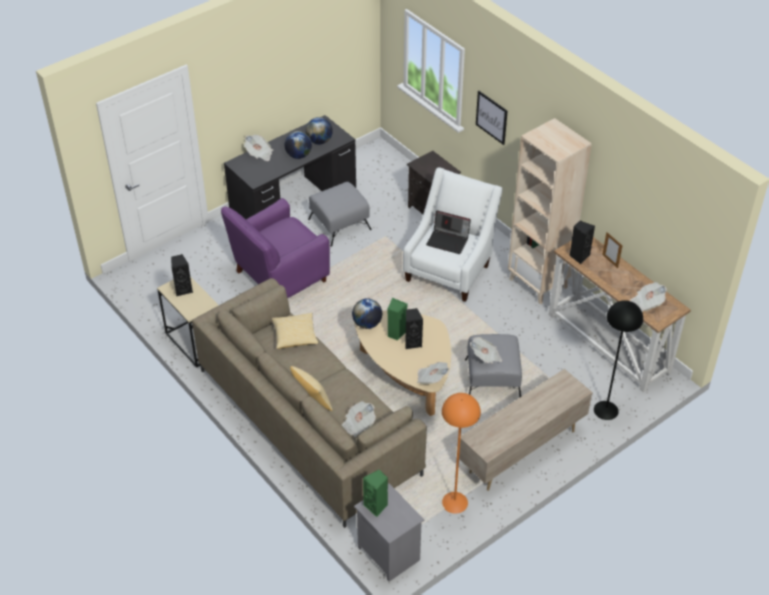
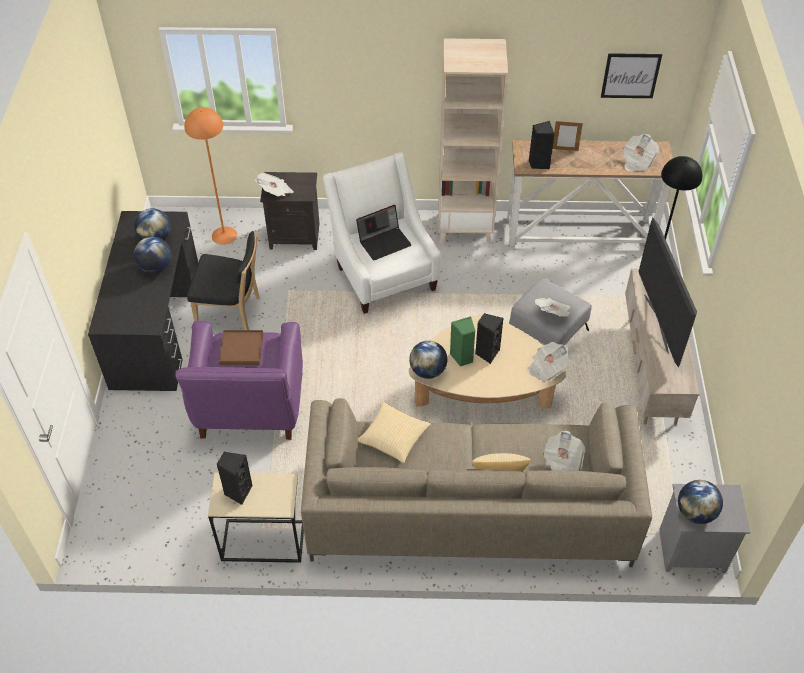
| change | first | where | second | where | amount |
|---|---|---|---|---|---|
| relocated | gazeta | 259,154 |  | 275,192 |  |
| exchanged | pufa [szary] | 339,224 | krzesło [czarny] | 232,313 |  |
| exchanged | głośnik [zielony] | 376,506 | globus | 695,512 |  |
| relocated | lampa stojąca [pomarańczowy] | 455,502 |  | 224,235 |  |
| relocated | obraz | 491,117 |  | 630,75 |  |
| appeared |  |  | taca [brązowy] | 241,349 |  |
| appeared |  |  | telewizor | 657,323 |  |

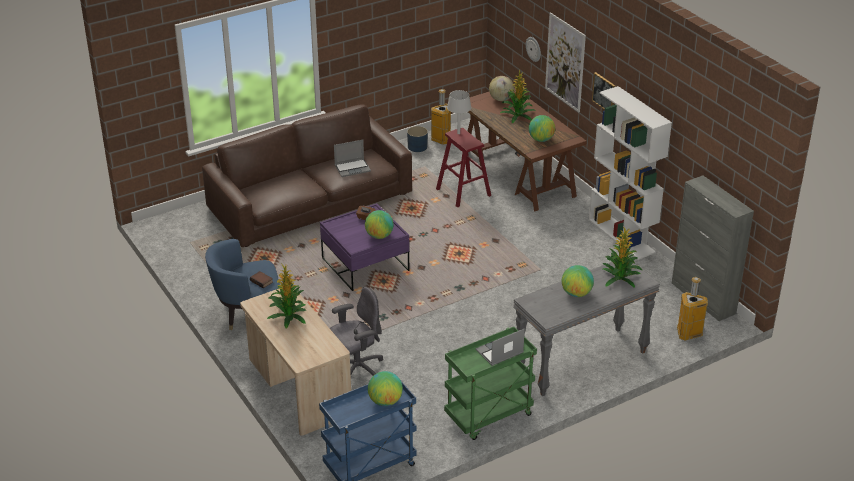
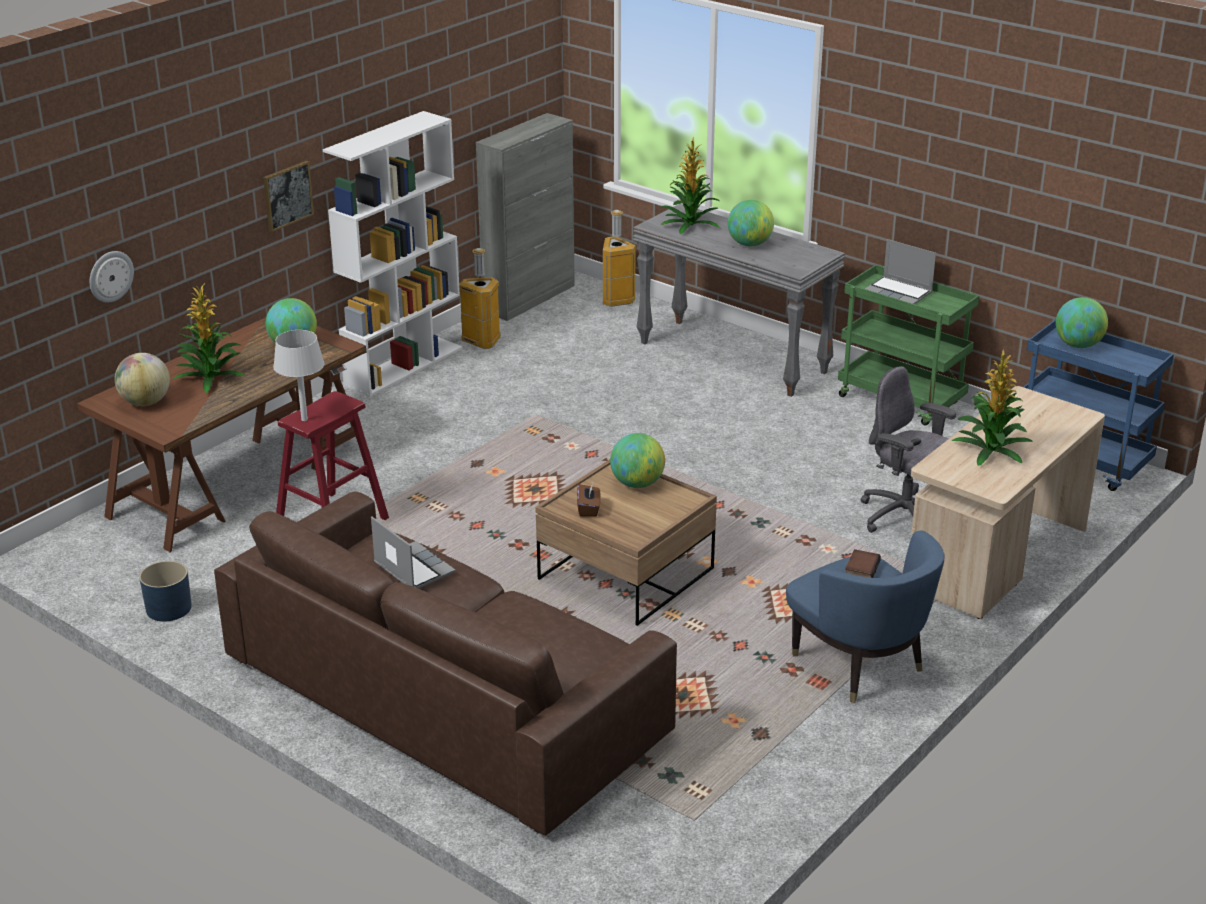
| change | first | where | second | where | amount |
|---|---|---|---|---|---|
| colour | ława [fioletowy] | 365,264 | ława [brązowy] | 625,574 |  |
| relocated | kosz na śmieci | 442,139 |  | 481,342 |  |
| missing | obraz | 565,62 |  |  |  |

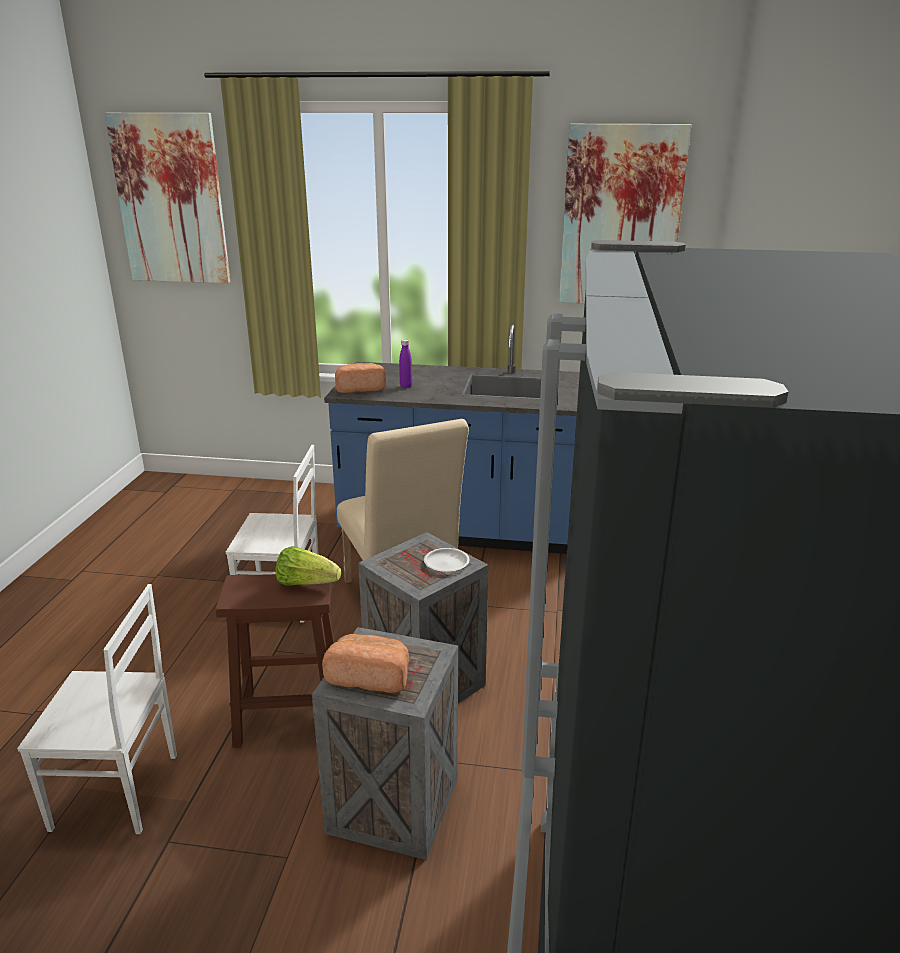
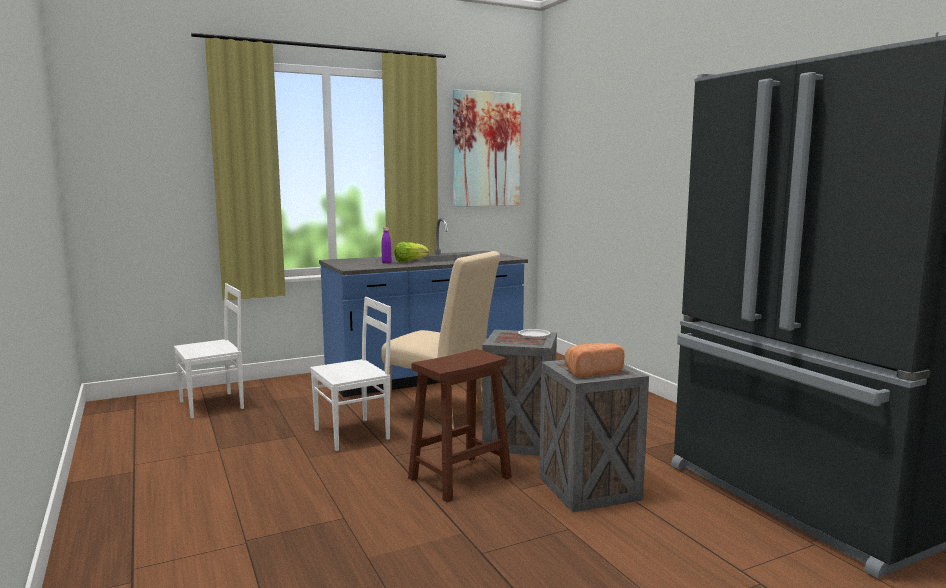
| change | first | where | second | where | amount |
|---|---|---|---|---|---|
| relocated | krzesło [biały] | 117,793 |  | 213,405 |  |
| missing | obraz | 171,200 |  |  |  |
| relocated | sałata | 306,583 |  | 409,261 |  |
| missing | chleb | 360,388 |  |  |  |

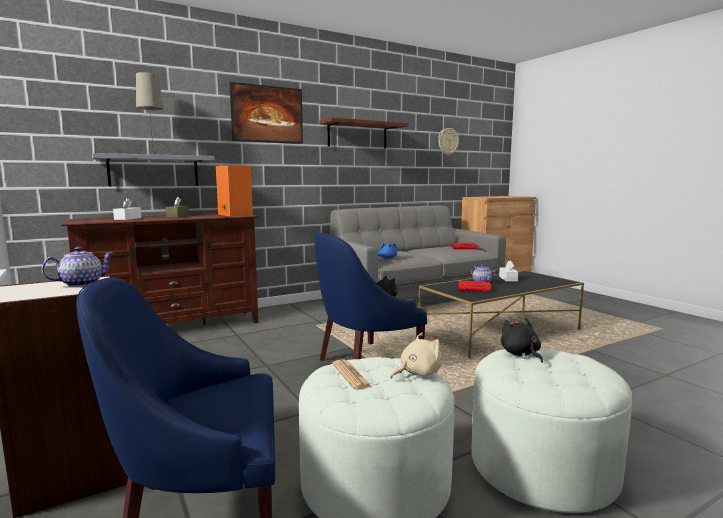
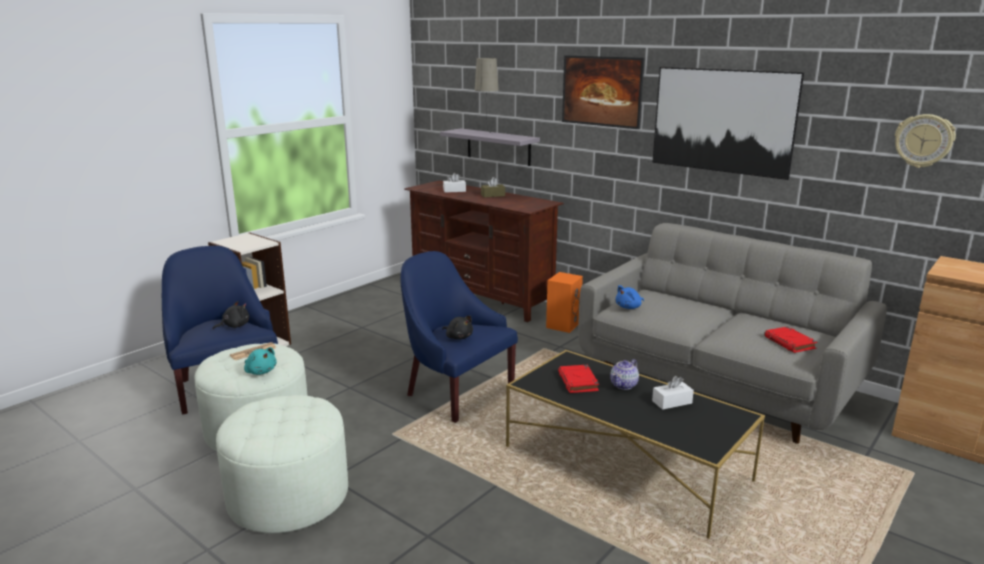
| change | first | where | second | where | amount |
|---|---|---|---|---|---|
| missing | imbryk | 81,283 |  |  |  |
| relocated | głośnik [pomarańczowy] | 234,214 |  | 563,324 |  |
| exchanged | półka [brązowy] | 357,135 | obraz | 722,121 |  |
| colour | pluszak [beżowy] | 417,373 | pluszak [turkusowy] | 260,371 |  |
| relocated | pluszak [czarny] | 521,354 |  | 234,326 |  |

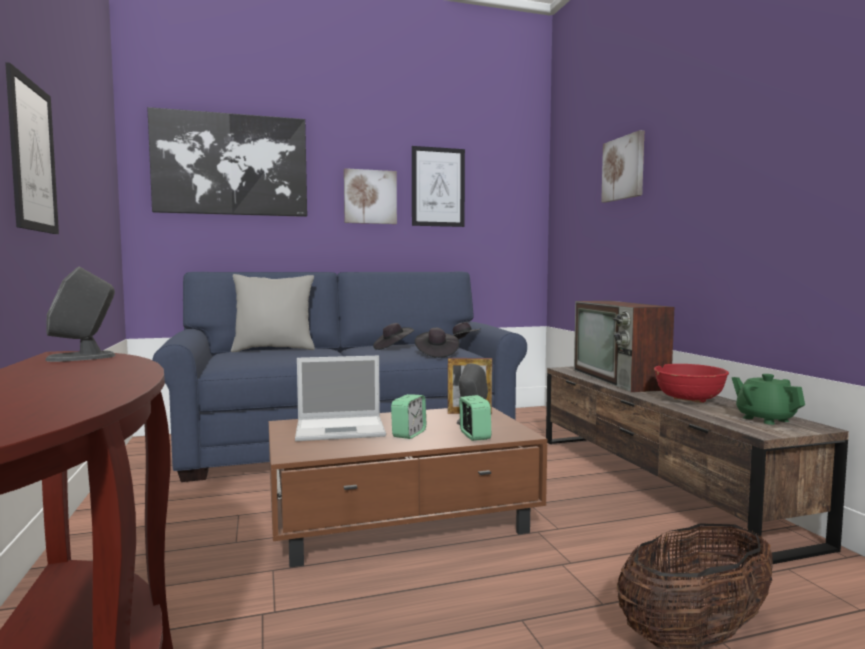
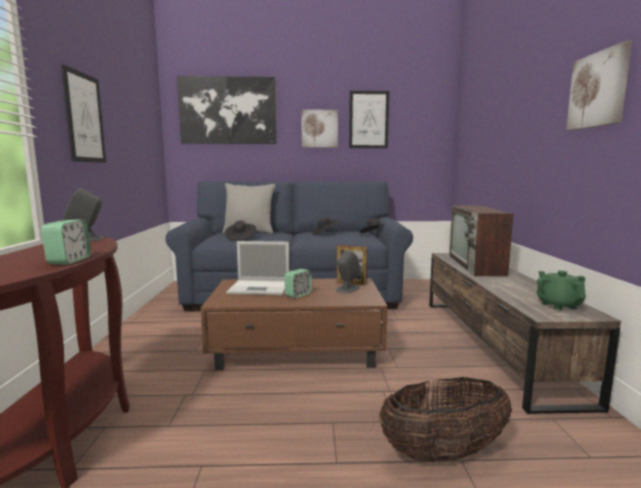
| change | first | where | second | where | amount |
|---|---|---|---|---|---|
| relocated | kapelusz [czarny] | 436,354 |  | 240,238 |  |
| relocated | budzik | 474,436 |  | 69,261 |  |
| relocated | obraz | 624,168 |  | 598,90 |  |
| missing | miska [czerwony] | 689,400 |  |  |  |

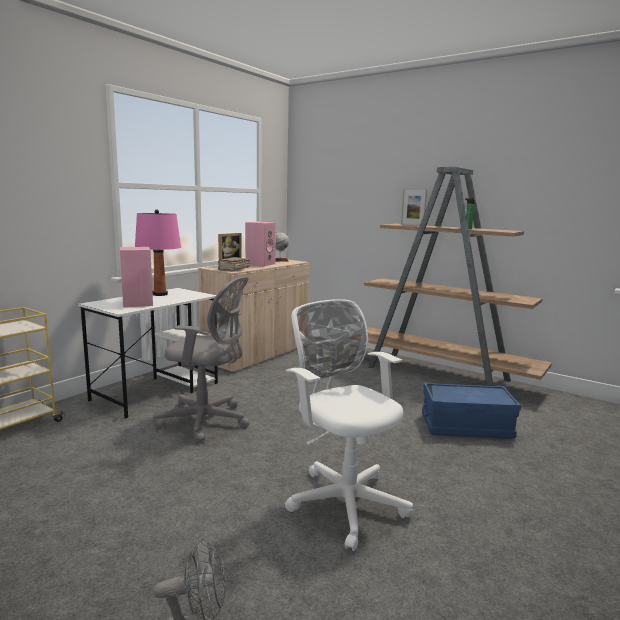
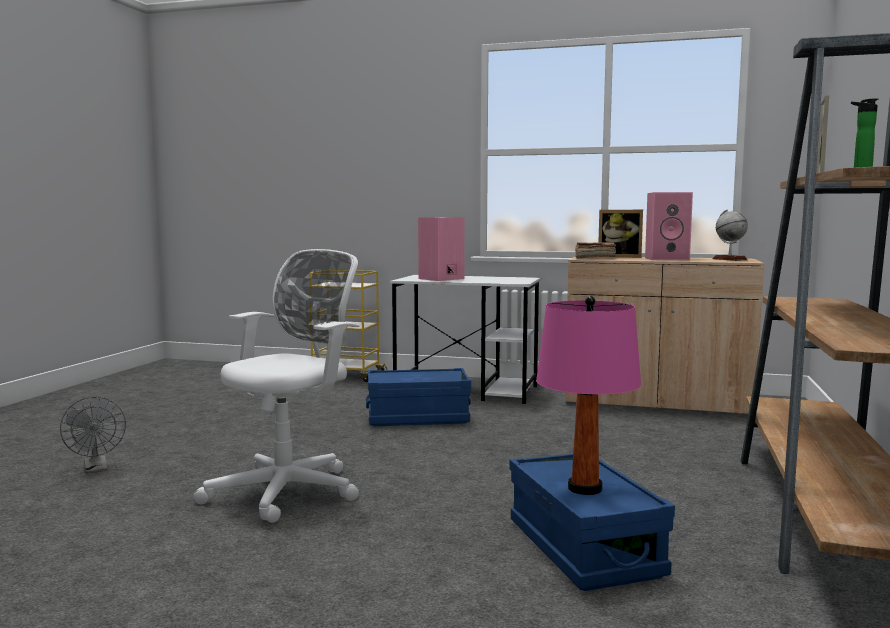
| change | first | where | second | where | amount |
|---|---|---|---|---|---|
| relocated | lampa stołowa [różowy] | 160,294 |  | 584,488 |  |
| exchanged | krzesło biurowe [szary] | 207,421 | pojemnik do przechowywania [niebieski] | 418,417 |  |

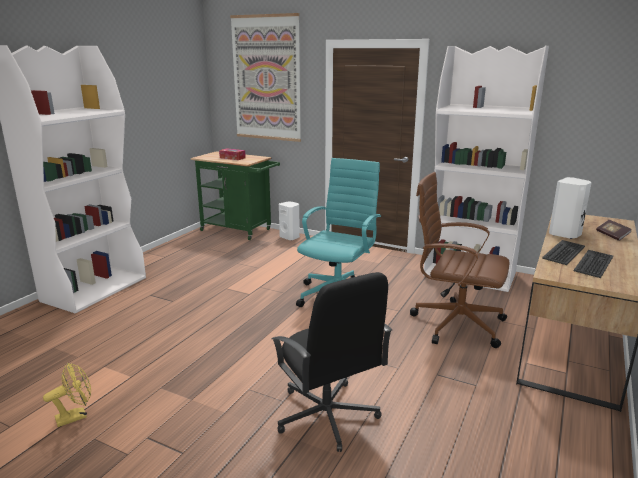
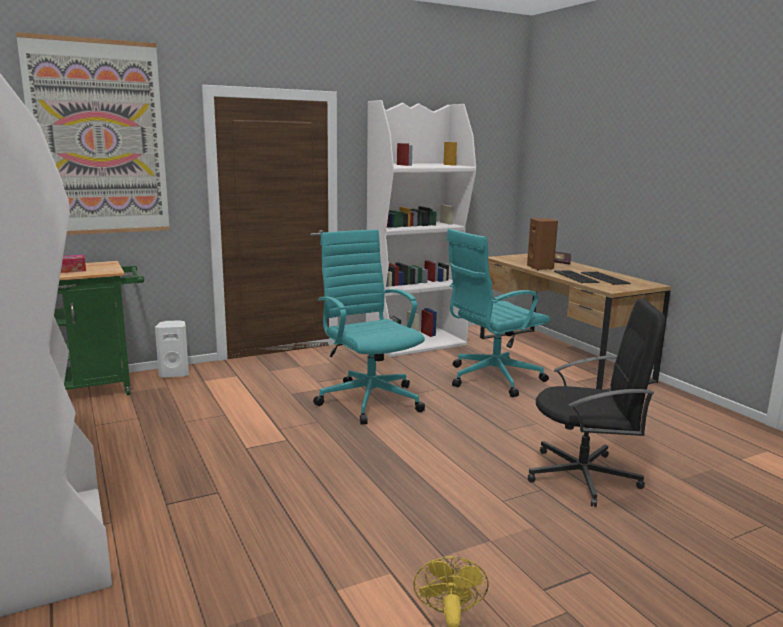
| change | first | where | second | where | amount |
|---|---|---|---|---|---|
| colour | krzesło biurowe [brązowy] | 455,323 | krzesło biurowe [turkusowy] | 491,379 |  |
| colour | głośnik [biały] | 565,234 | głośnik [brązowy] | 541,268 |  |

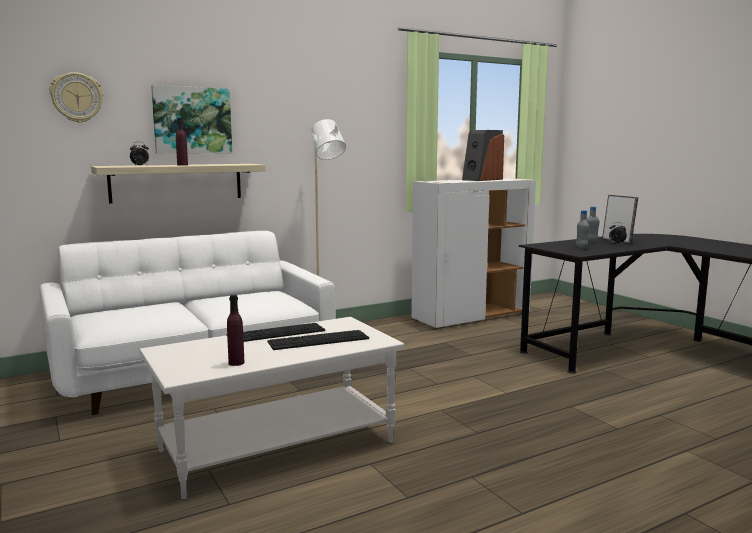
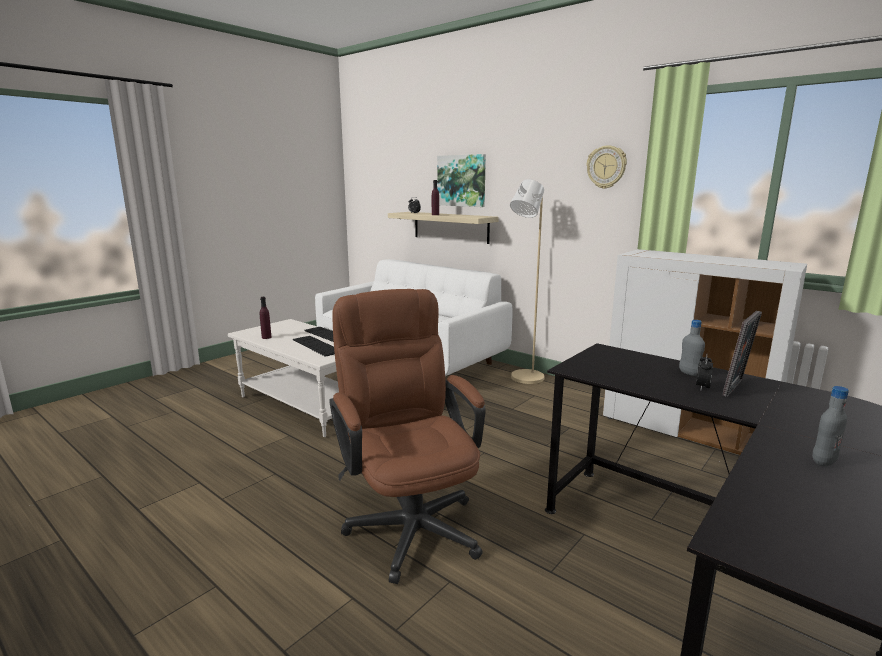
| change | first | where | second | where | amount |
|---|---|---|---|---|---|
| relocated | zegar ścienny | 77,97 |  | 606,167 |  |
| missing | głośnik | 482,179 |  |  |  |
| relocated | butelka [szary] | 581,248 |  | 823,462 |  |
| appeared |  |  | krzesło biurowe [brązowy] | 409,521 |  |

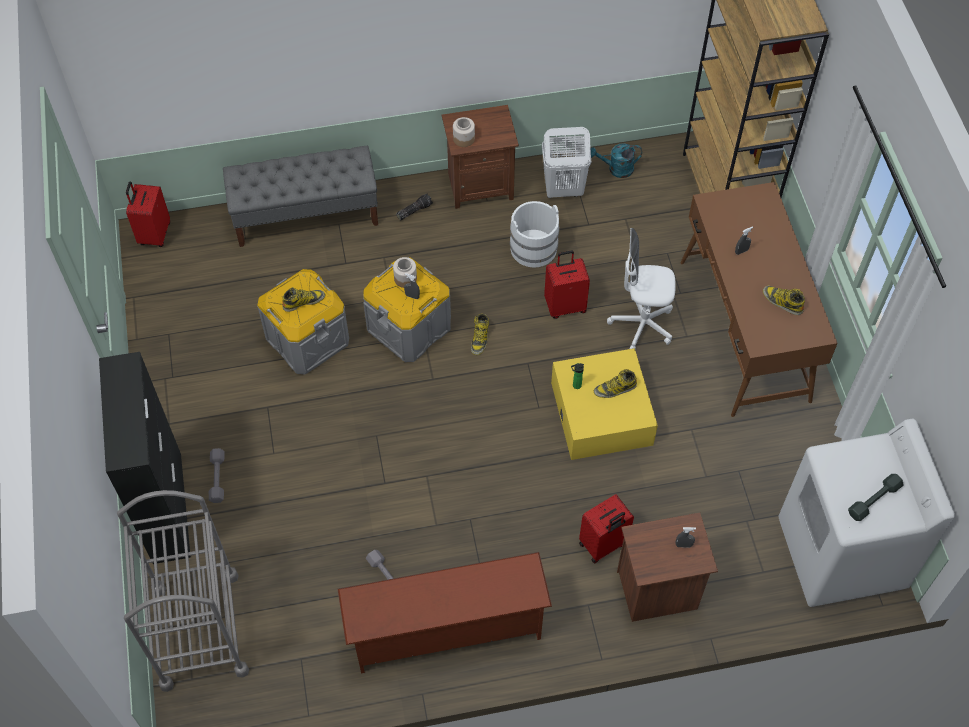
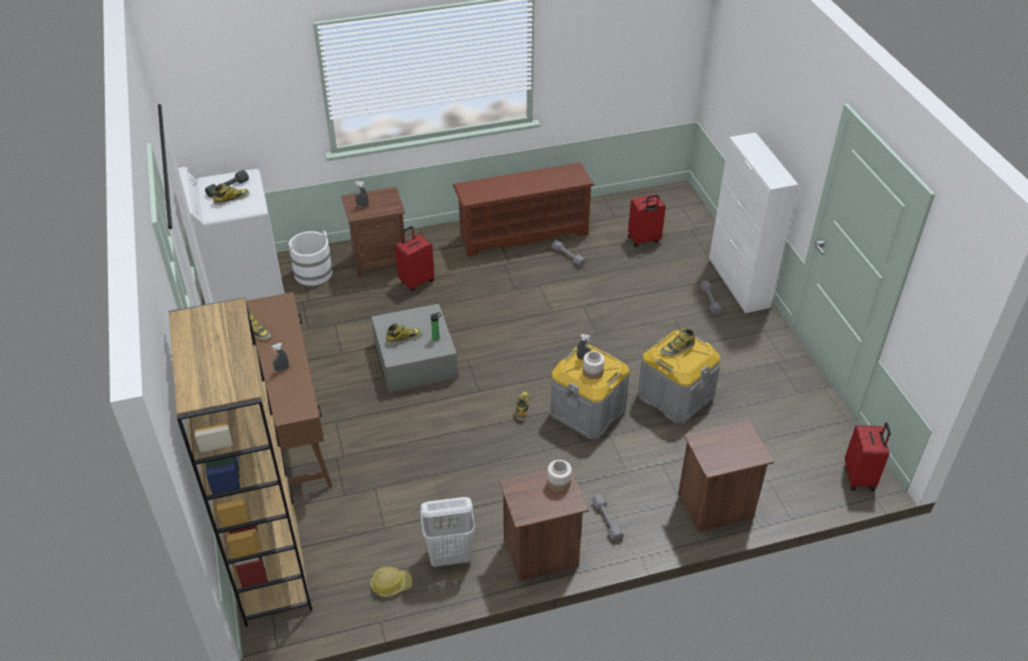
| change | first | where | second | where | amount |
|---|---|---|---|---|---|
| colour | szafka [czarny] | 167,507 | szafka [biały] | 739,283 |  |
| missing | wózek [szary] | 199,630 |  |  |  |
| exchanged | ławka [szary] | 306,215 | szafka nocna [brązowy] | 716,507 |  |
| exchanged | latarka | 414,210 | hantel [szary] | 607,520 |  |
| relocated | wiadro [biały] | 533,248 |  | 313,273 |  |
| relocated | walizka [czerwony] | 565,305 |  | 644,240 |  |
| colour | pojemnik do przechowywania [żółty] | 601,413 | pojemnik do przechowywania [szary] | 415,359 |  |
| exchanged | konewka [turkusowy] | 616,169 | kask | 391,584 |  |
| missing | krzesło biurowe [biały] | 641,325 |  |  |  |
| appeared |  |  | but z cholewką | 231,198 |  |

